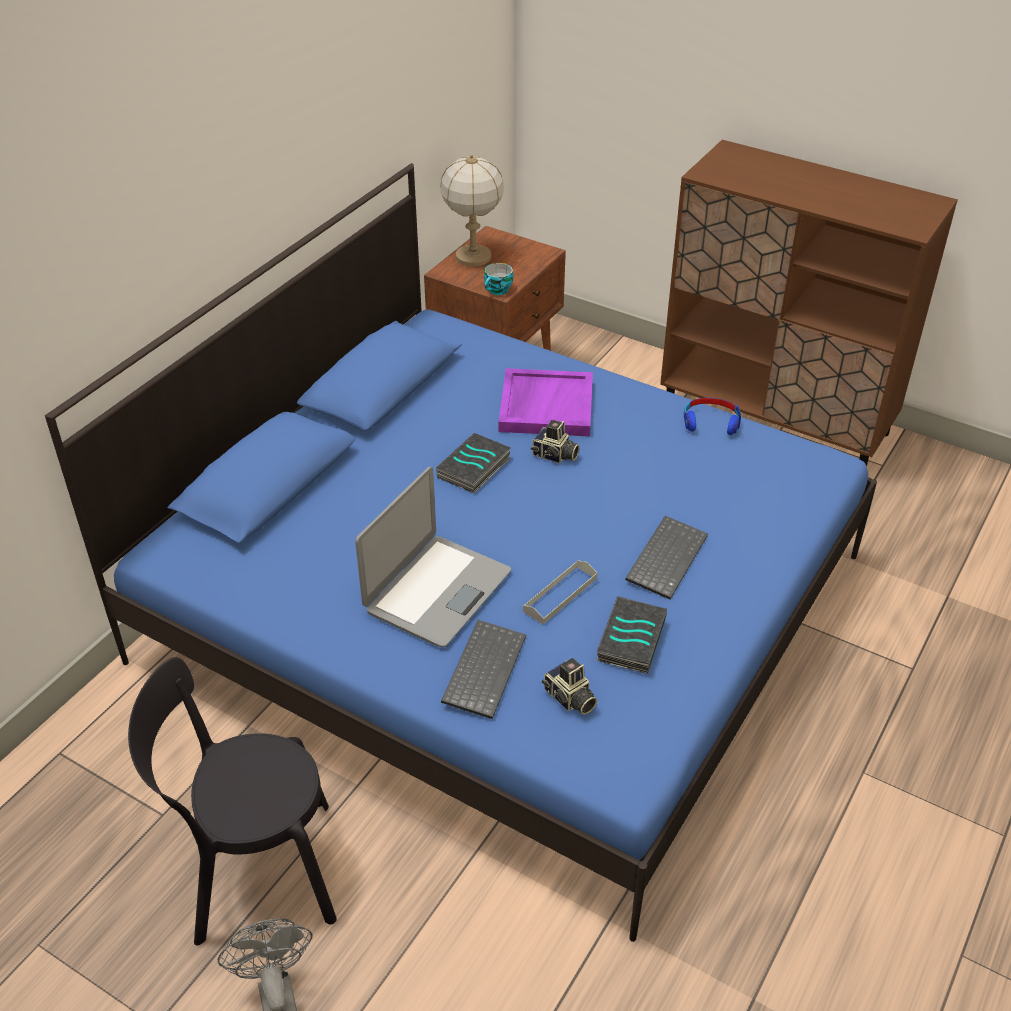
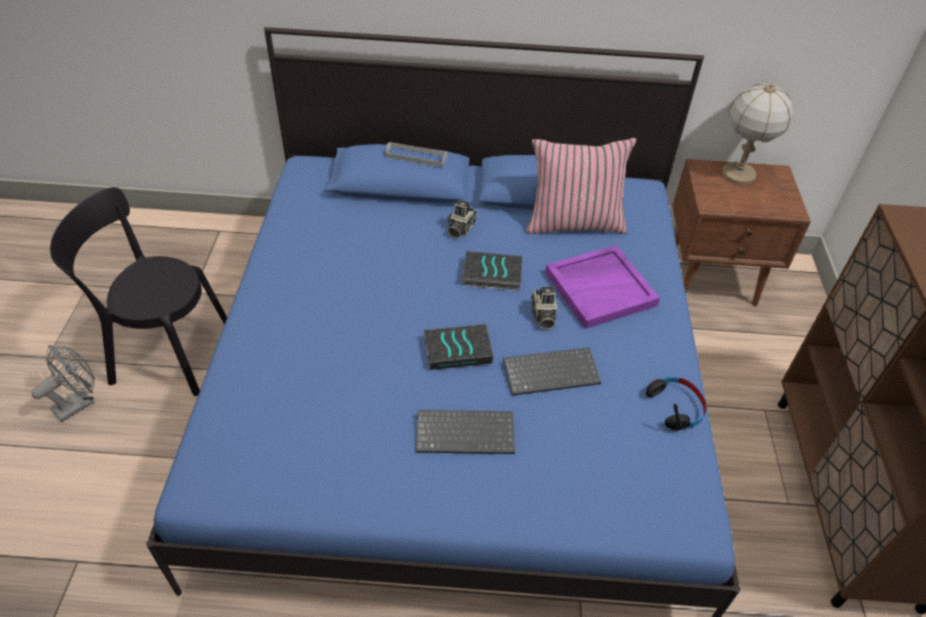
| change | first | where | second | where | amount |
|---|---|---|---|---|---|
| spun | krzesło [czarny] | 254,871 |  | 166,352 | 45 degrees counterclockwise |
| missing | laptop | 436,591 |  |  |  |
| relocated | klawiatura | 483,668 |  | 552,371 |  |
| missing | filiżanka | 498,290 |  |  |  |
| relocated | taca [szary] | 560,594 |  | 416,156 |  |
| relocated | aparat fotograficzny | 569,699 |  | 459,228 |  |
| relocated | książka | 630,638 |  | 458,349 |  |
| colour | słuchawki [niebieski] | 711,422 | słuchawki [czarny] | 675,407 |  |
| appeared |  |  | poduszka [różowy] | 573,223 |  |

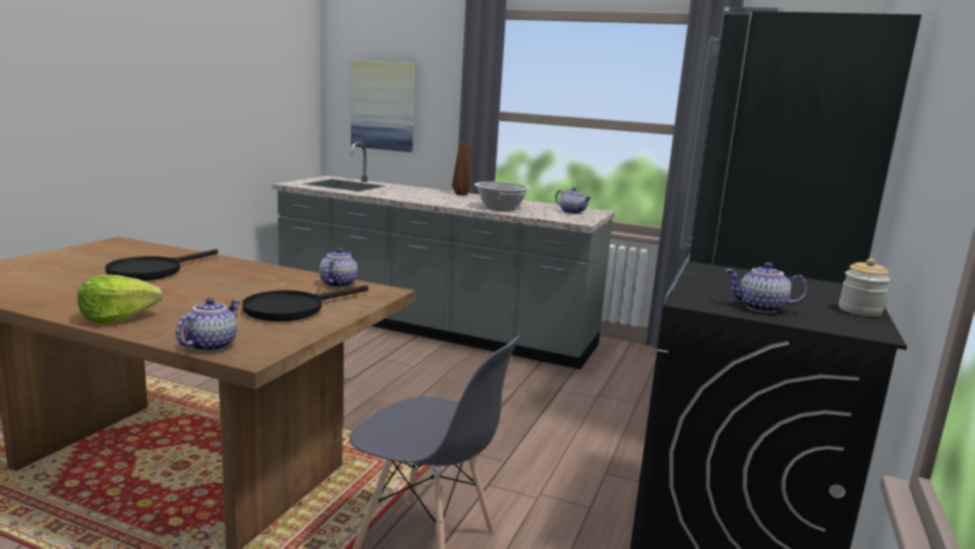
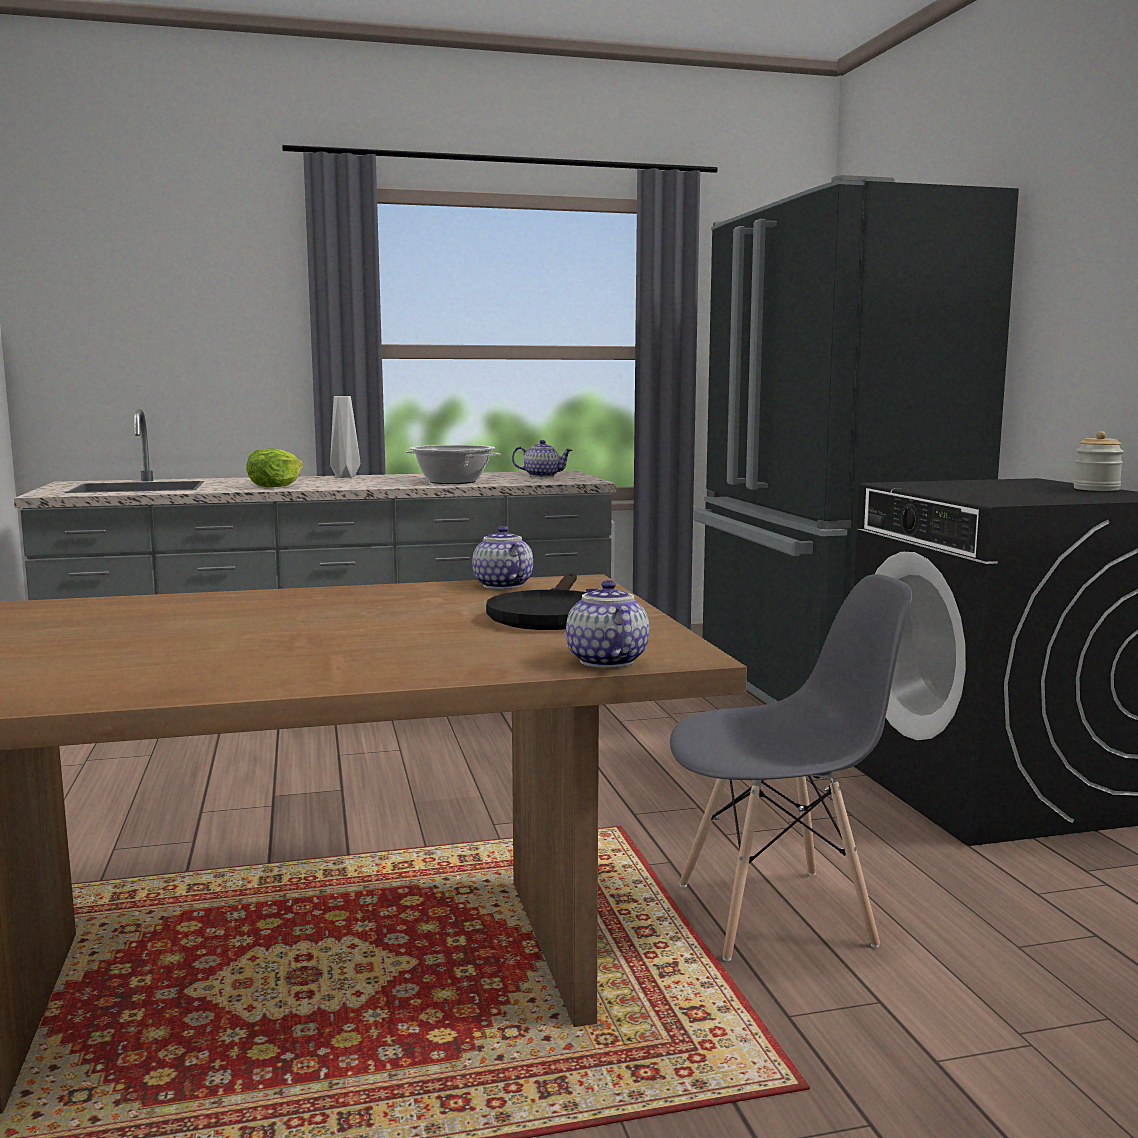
| change | first | where | second | where | amount |
|---|---|---|---|---|---|
| relocated | sałata | 117,317 |  | 275,486 |  |
| missing | patelnia [czarny] | 153,271 |  |  |  |
| missing | obraz | 383,106 |  |  |  |
| colour | wazon [brązowy] | 461,194 | wazon [szary] | 344,477 |  |
| missing | imbryk | 760,308 |  |  |  |

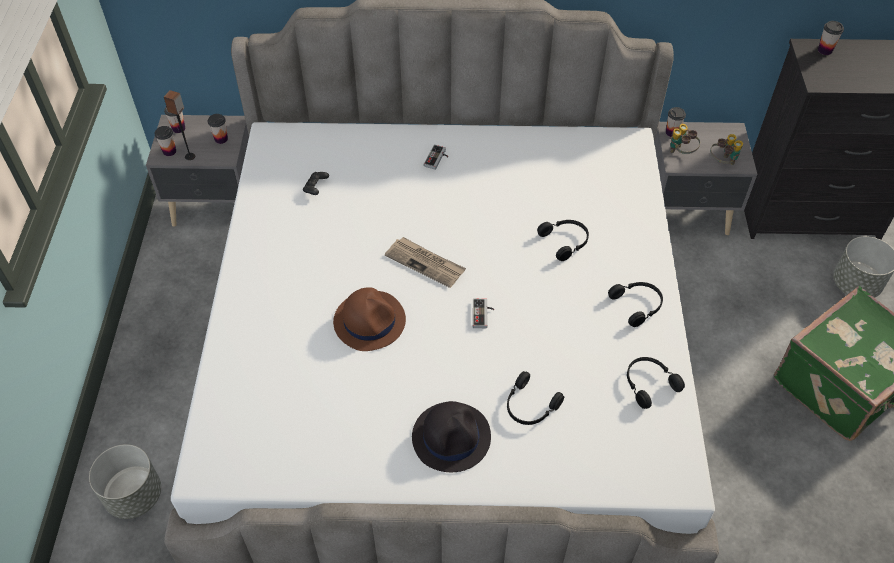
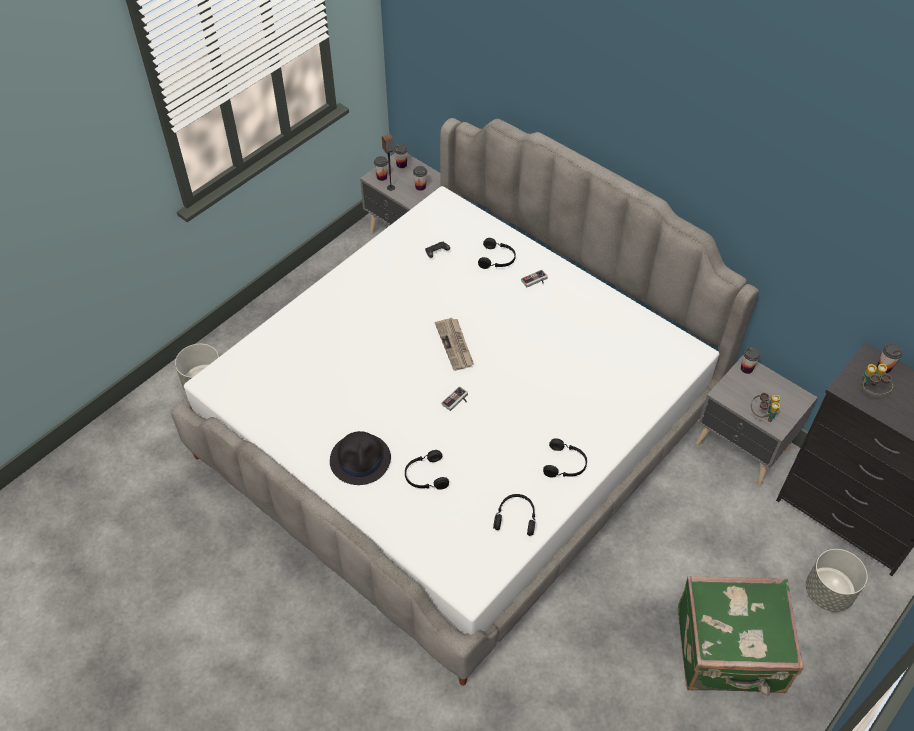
| change | first | where | second | where | amount |
|---|---|---|---|---|---|
| missing | kapelusz [brązowy] | 369,320 |  |  |  |
| relocated | słuchawki [czarny] | 565,241 |  | 497,259 |  |
| relocated | lornetka | 681,153 |  | 870,391 |  |

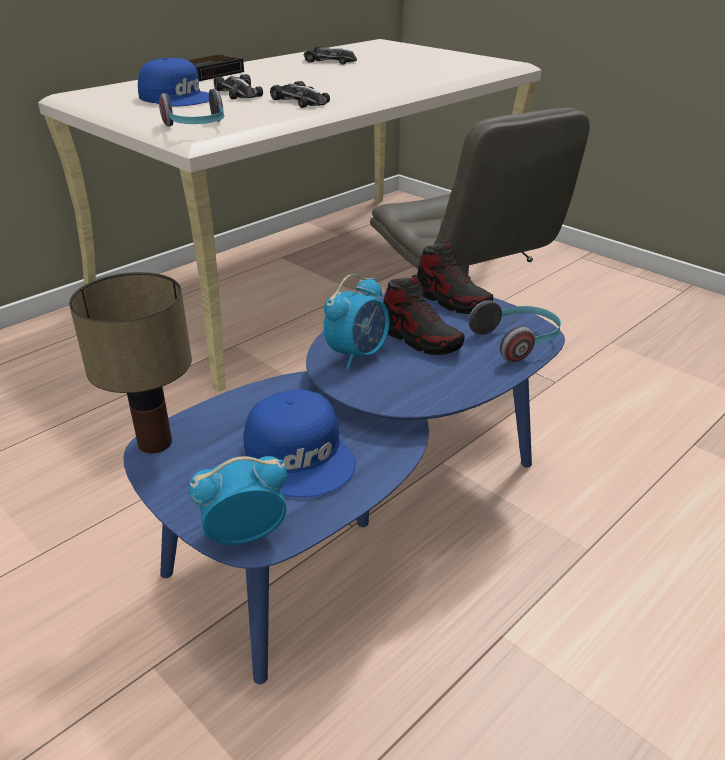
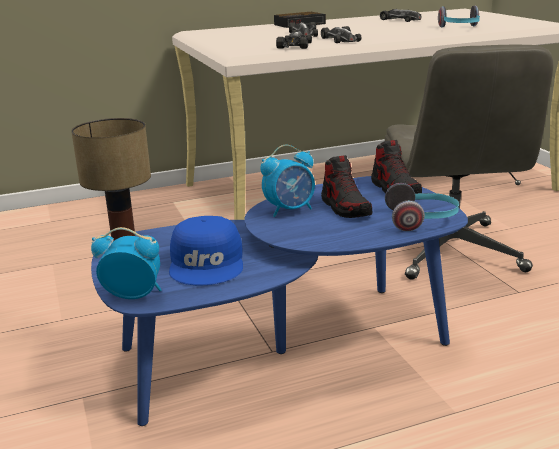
| change | first | where | second | where | amount |
|---|---|---|---|---|---|
| missing | czapka z daszkiem [niebieski] | 178,97 |  |  |  |
| relocated | słuchawki | 197,128 |  | 460,28 |  |
| appeared |  |  | samochodzik | 295,46 |  |

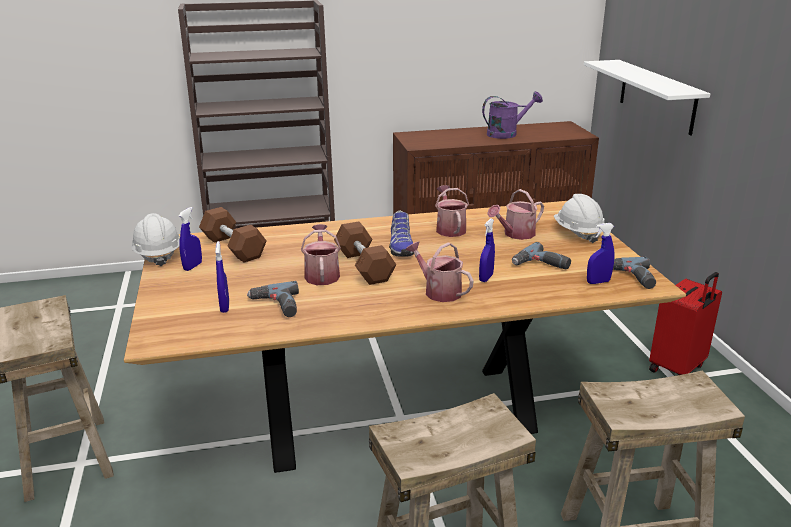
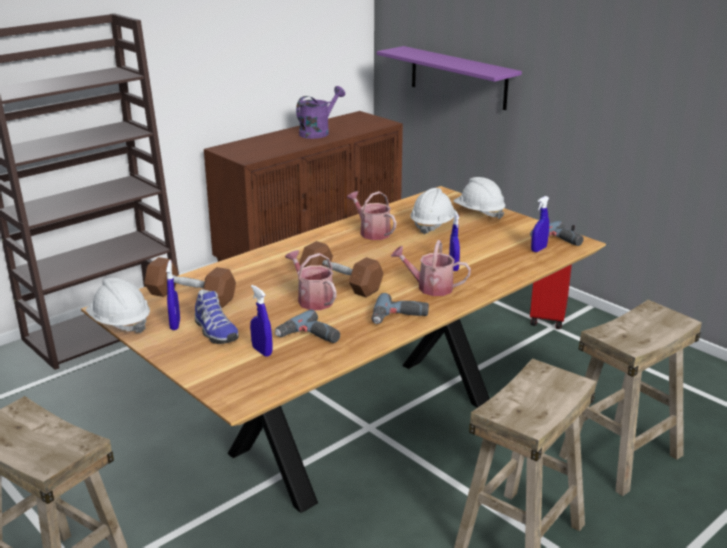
| change | first | where | second | where | amount |
|---|---|---|---|---|---|
| relocated | but | 400,247 |  | 214,332 |  |
| exchanged | konewka | 515,234 | kask [biały] | 432,225 |  |
| relocated | wiertarka | 541,265 |  | 399,317 |  |
| colour | półka [biały] | 657,96 | półka [fioletowy] | 458,77 |  |

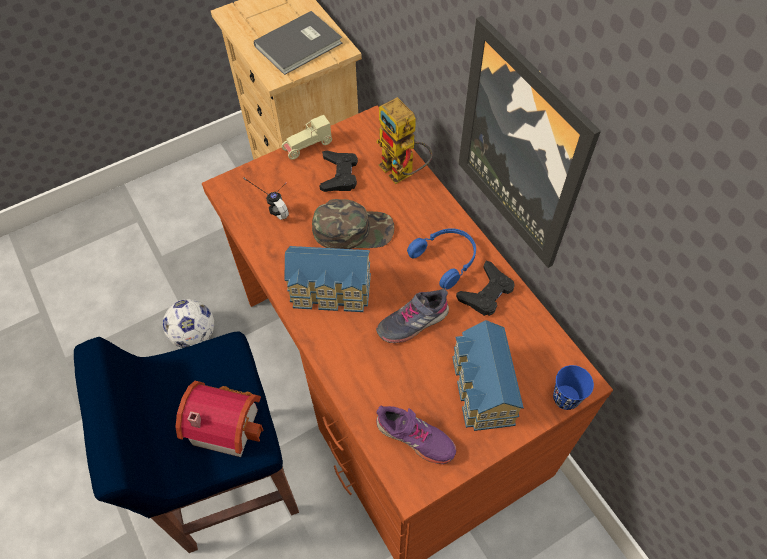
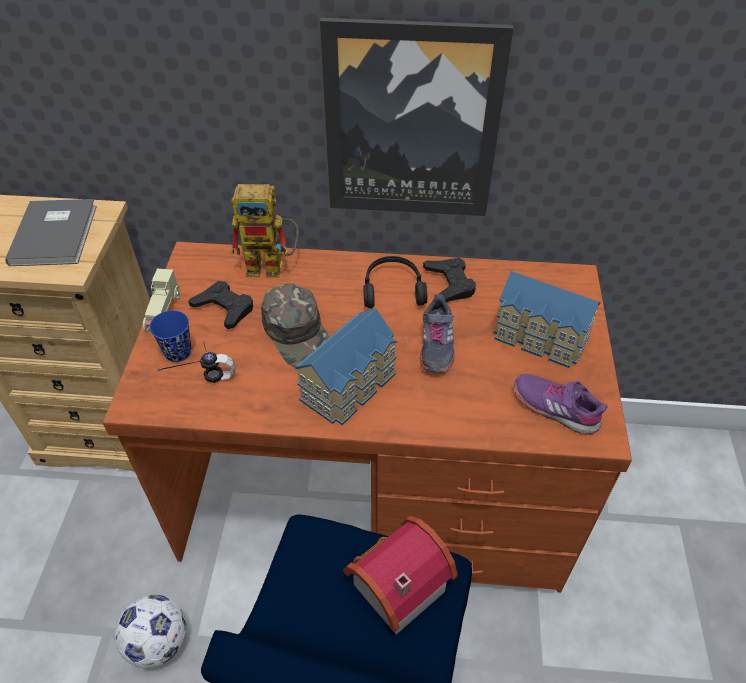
| change | first | where | second | where | amount |
|---|---|---|---|---|---|
| spun | czapka z daszkiem [zielony] | 353,230 |  | 298,332 | 120 degrees clockwise |
| spun | but [fioletowy] | 415,438 |  | 555,407 | 120 degrees counterclockwise |
| colour | słuchawki [niebieski] | 446,259 | słuchawki [czarny] | 392,289 |  |
| relocated | filiżanka [niebieski] | 565,398 |  | 178,352 |  |

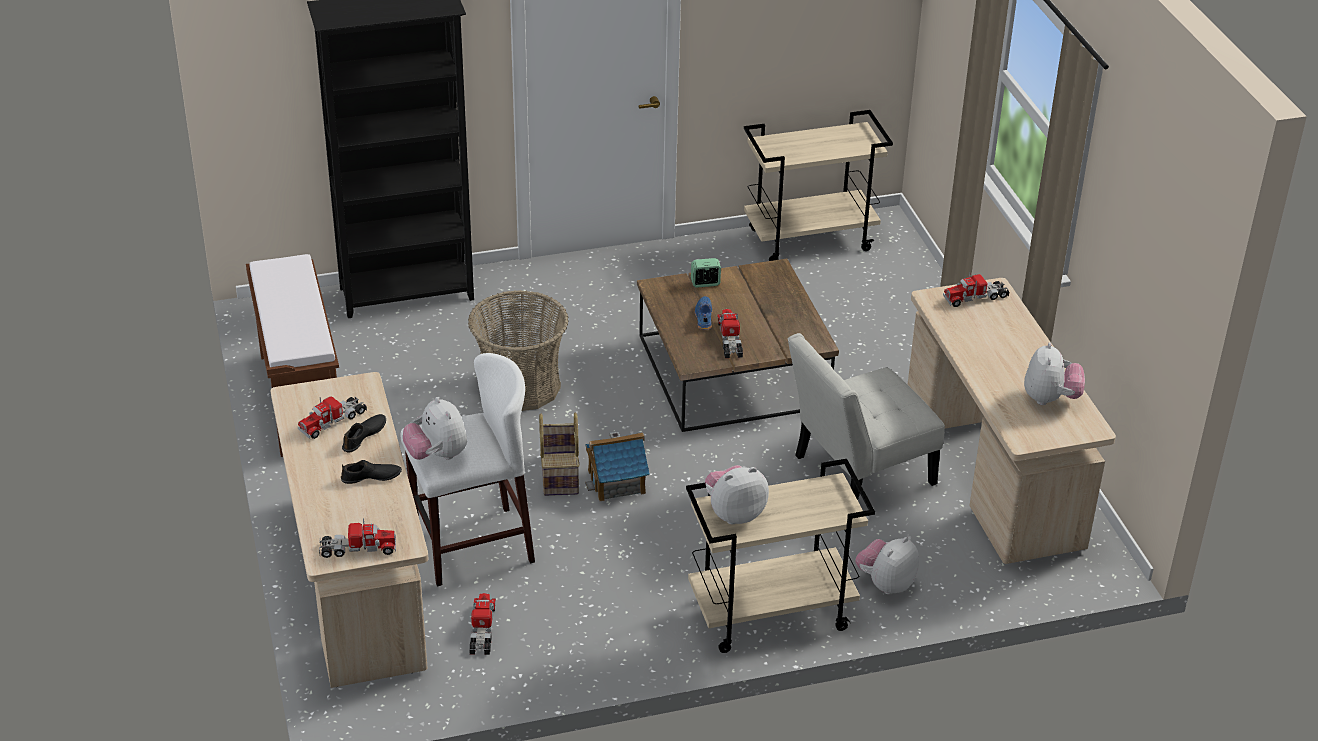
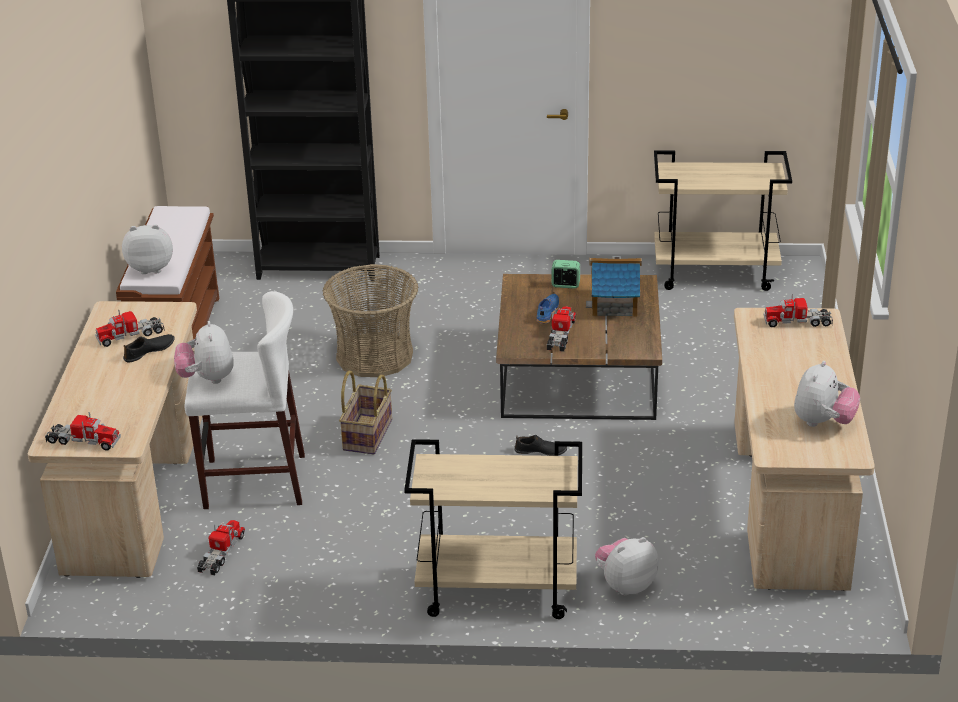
| change | first | where | second | where | amount |
|---|---|---|---|---|---|
| relocated | but [czarny] | 371,477 |  | 540,451 |  |
| relocated | domek | 617,482 |  | 615,305 |  |
| relocated | pluszak | 734,513 |  | 151,268 |  |
| missing | krzesło [biały] | 857,472 |  |  |  |

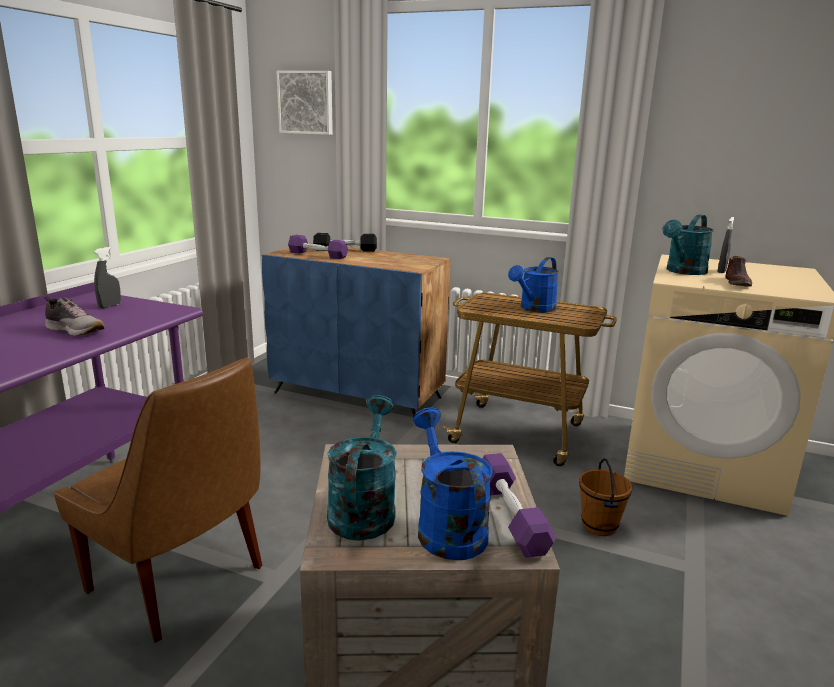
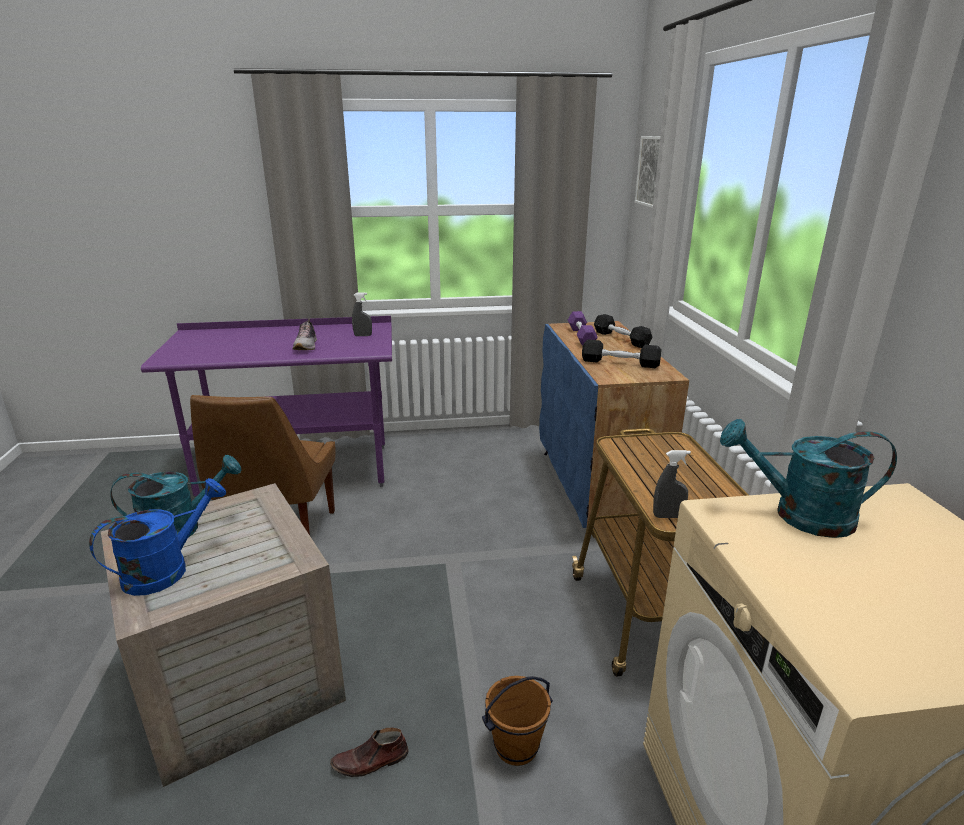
| change | first | where | second | where | amount |
|---|---|---|---|---|---|
| missing | hantel [fioletowy] | 511,516 |  |  |  |
| missing | konewka [niebieski] | 534,309 |  |  |  |
| relocated | spryskiwacz [szary] | 721,271 |  | 668,516 |  |
| relocated | but [brązowy] | 737,283 |  | 370,761 |  |
| appeared |  |  | hantel [czarny] | 620,363 |  |

